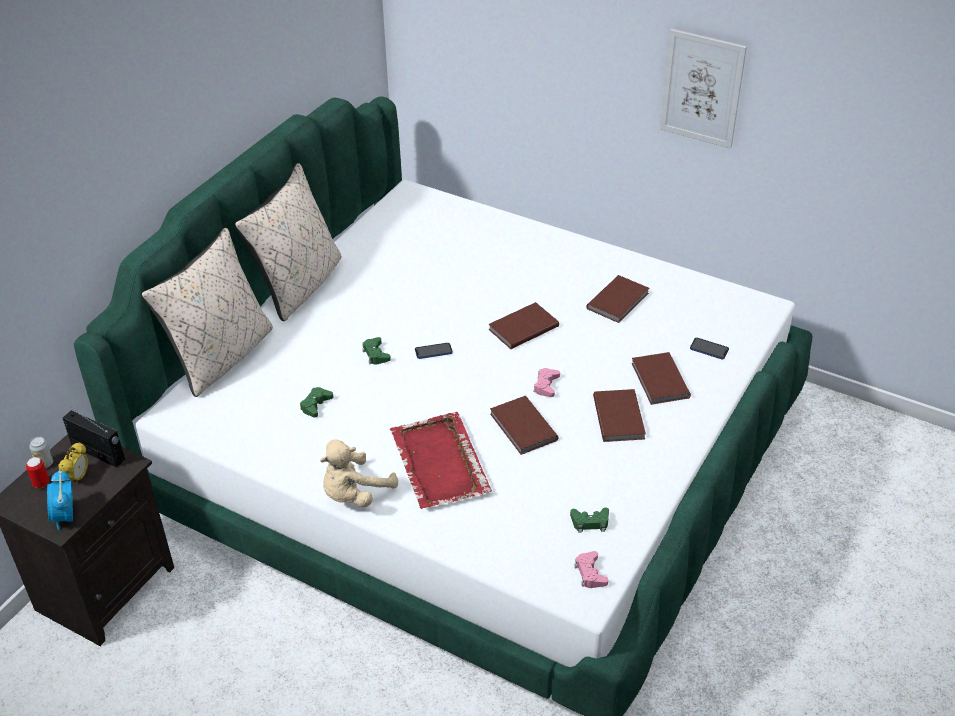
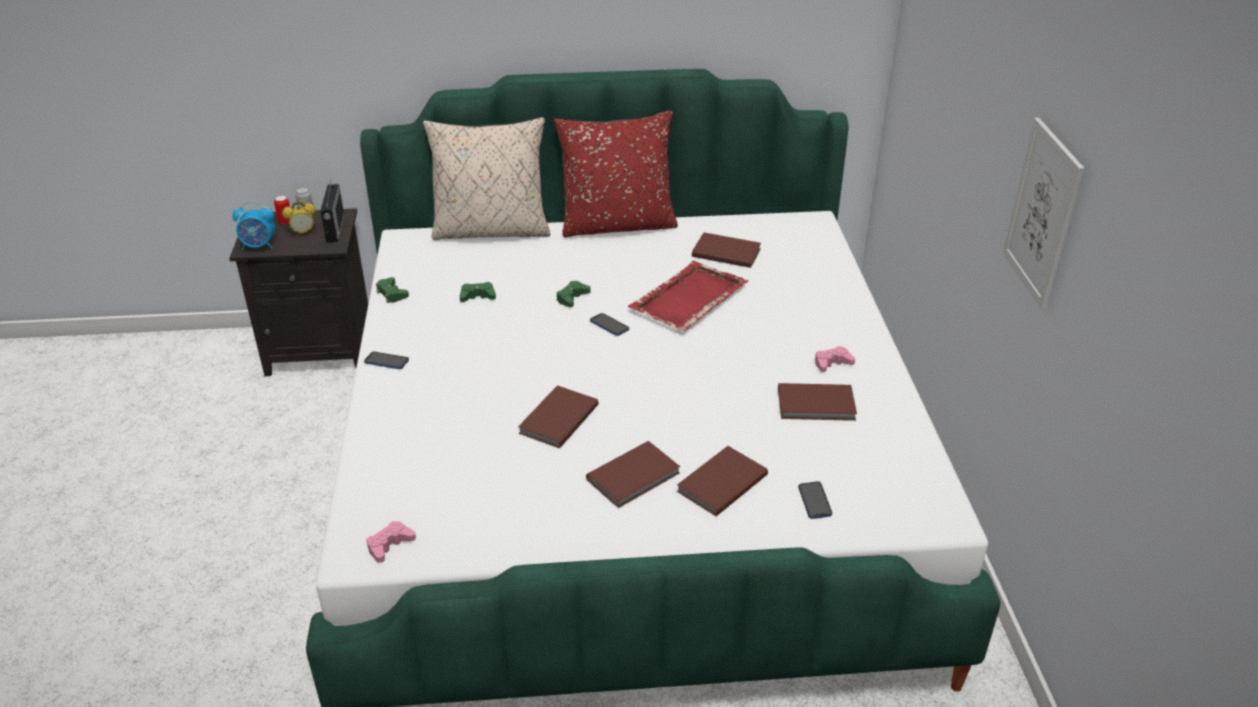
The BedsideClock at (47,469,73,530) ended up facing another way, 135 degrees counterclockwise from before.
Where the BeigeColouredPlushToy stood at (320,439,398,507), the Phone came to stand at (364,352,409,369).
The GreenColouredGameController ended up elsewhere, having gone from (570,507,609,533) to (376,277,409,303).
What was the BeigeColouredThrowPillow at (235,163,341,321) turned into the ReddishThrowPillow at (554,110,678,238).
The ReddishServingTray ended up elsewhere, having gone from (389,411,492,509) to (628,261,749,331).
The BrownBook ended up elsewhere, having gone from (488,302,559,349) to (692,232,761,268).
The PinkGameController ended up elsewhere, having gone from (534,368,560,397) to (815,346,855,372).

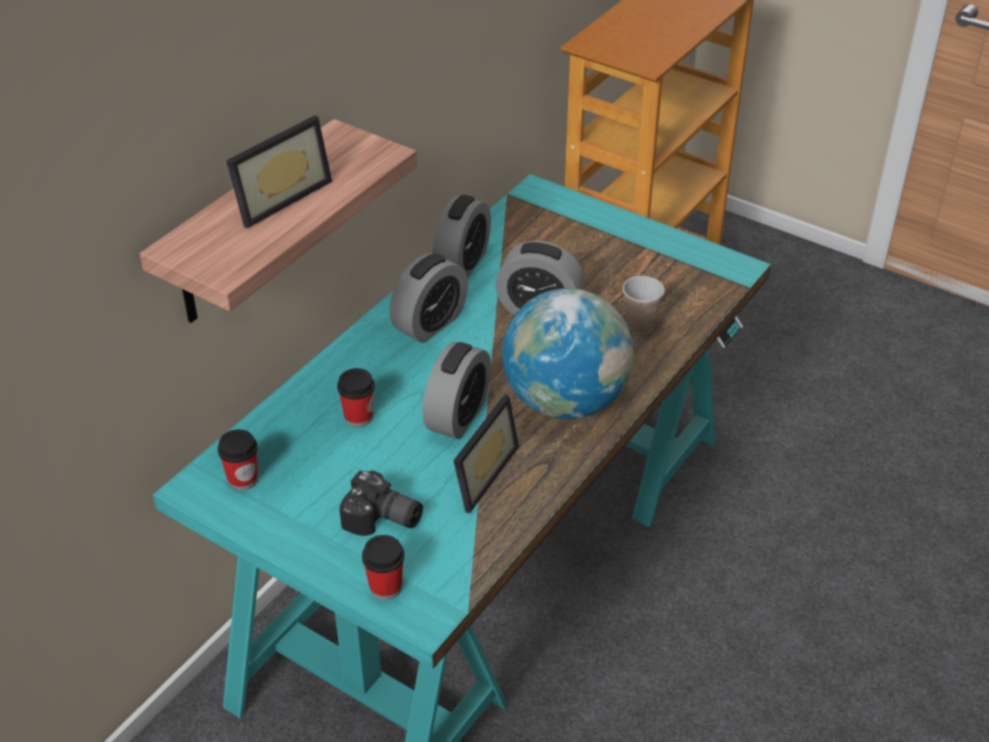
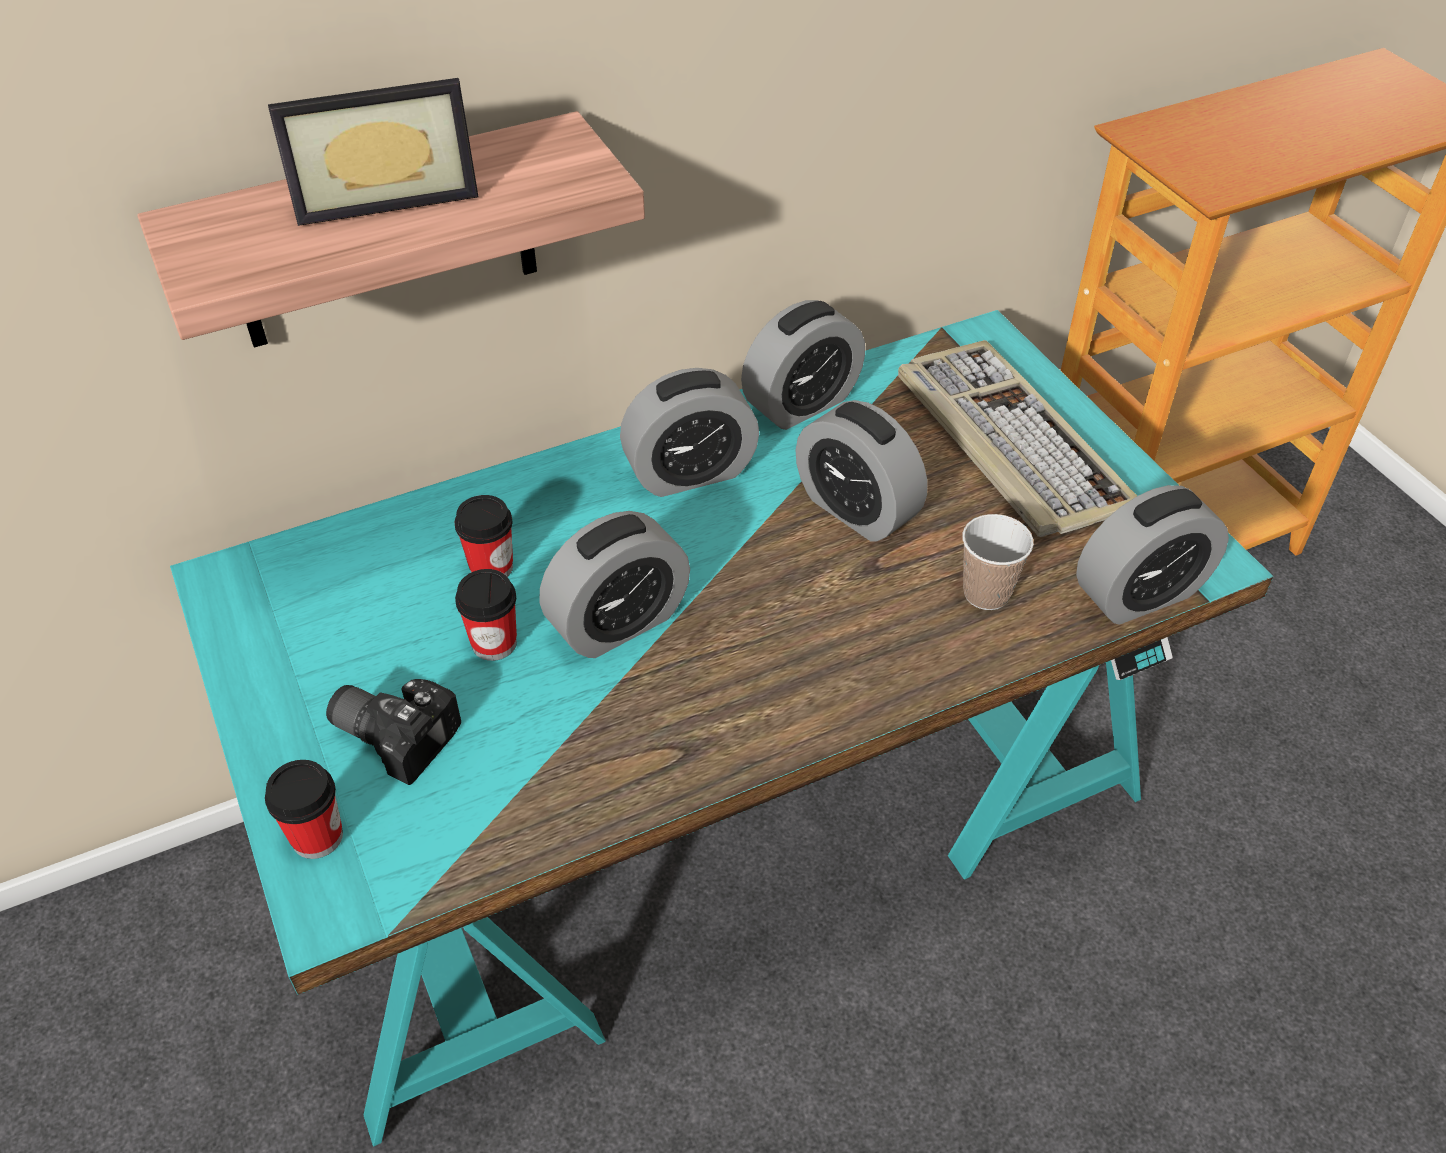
The PhotoCamera at (339,470,423,536) ended up facing another way, 150 degrees clockwise from before.
The DrinkingCup ended up elsewhere, having gone from (218,429,258,490) to (455,569,517,661).
The second view gained the Keyboard at (898,340,1137,537).
The second view gained the BedsideClock at (1076,485,1229,625).
The second view lost the PhotoFrame at (453,395,519,513).
The second view lost the Globe at (502,288,634,419).

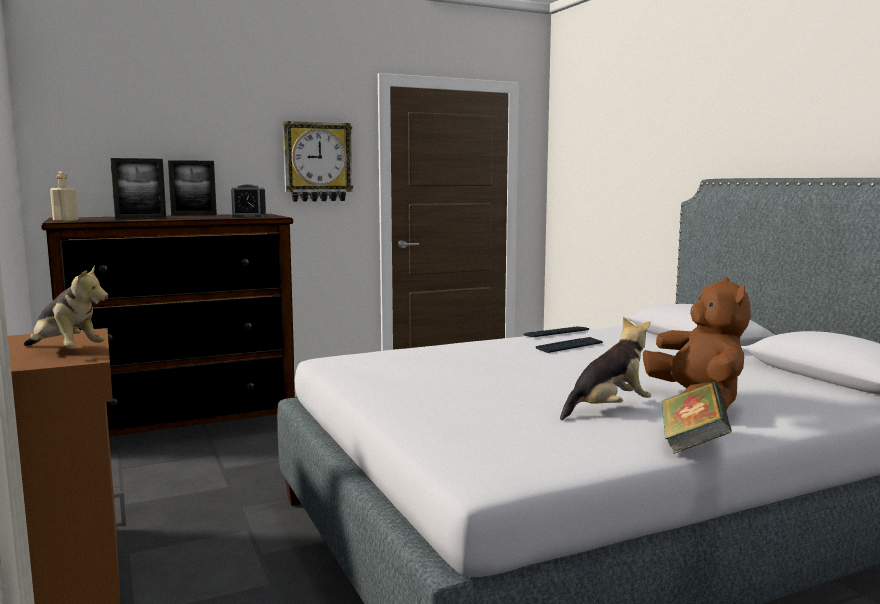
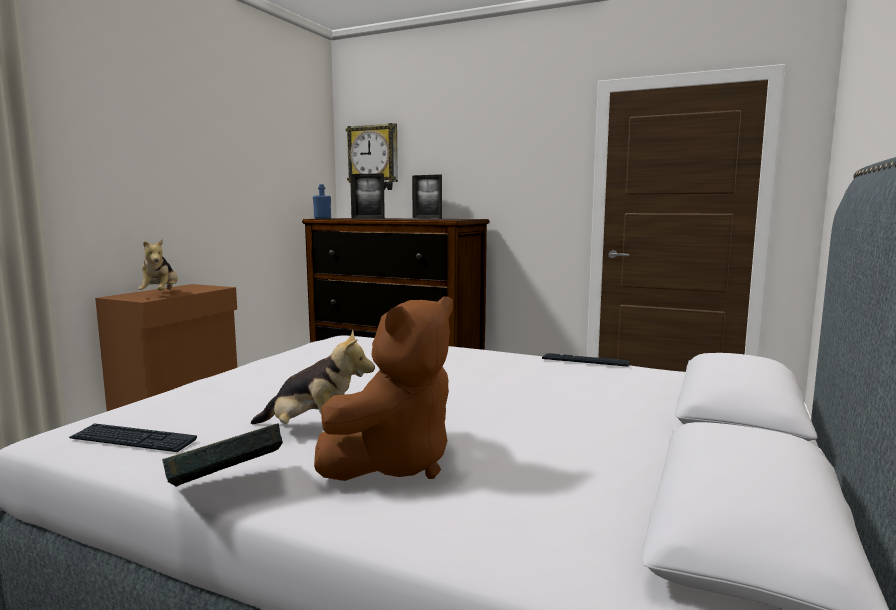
The Keyboard ended up elsewhere, having gone from (536,337,603,353) to (69,423,197,452).
What was the BeigeColouredBeverageBottle at (50,171,79,222) turned into the BlueColouredBeverageBottle at (313,184,331,219).
The WallClock ended up elsewhere, having gone from (283,121,353,202) to (346,123,398,190).
The second view lost the BedsideClock at (231,184,267,218).

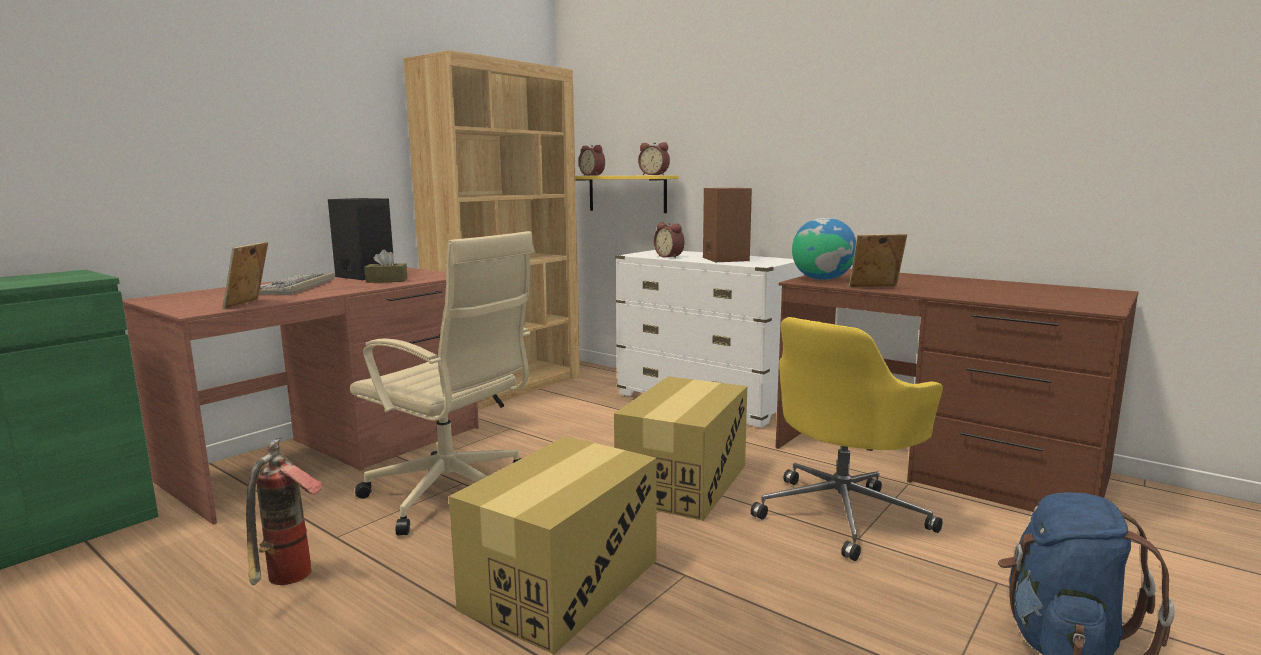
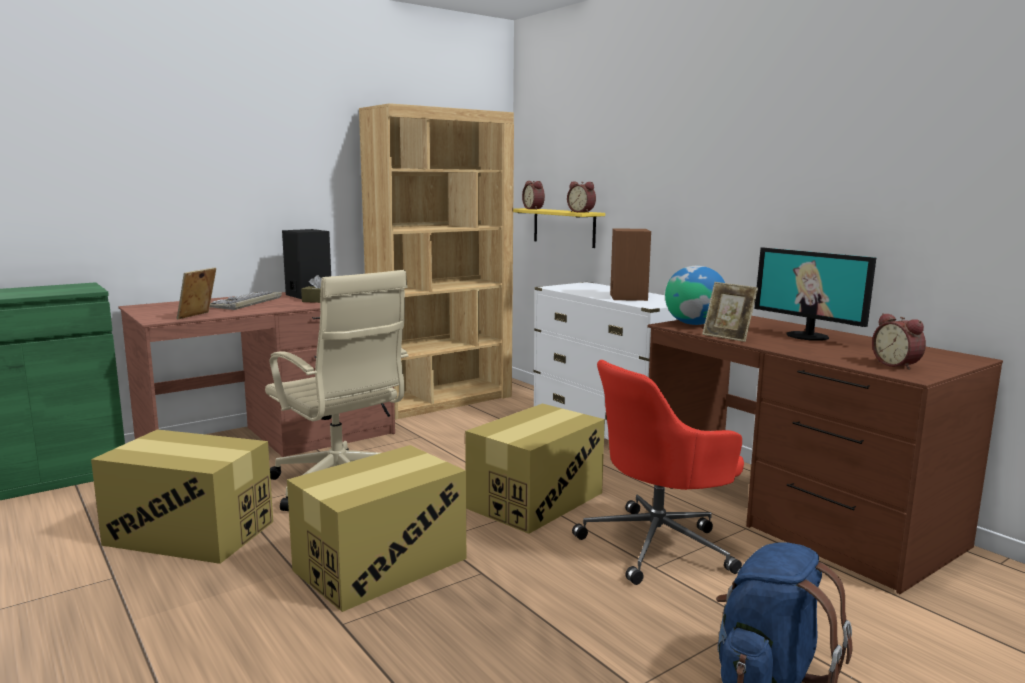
Where the FireFightingCylinder stood at (246,438,323,585), the PackingBox came to stand at (91,429,273,564).
What was the YellowishOfficeChair at (751,317,943,561) turned into the ReddishOfficeChair at (572,360,744,585).
The PhotoFrame at (849,234,907,288) ended up facing another way, 150 degrees counterclockwise from before.
The second view gained the ComputerDisplay at (755,248,876,341).
The BedsideClock ended up elsewhere, having gone from (654,222,685,258) to (872,313,926,370).

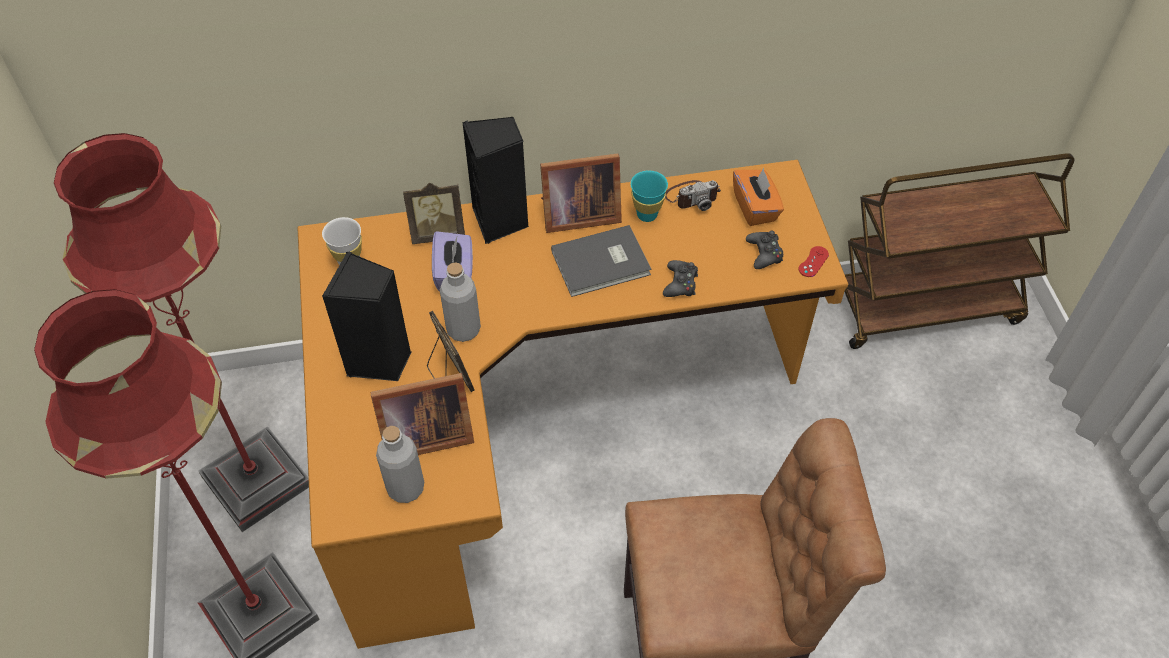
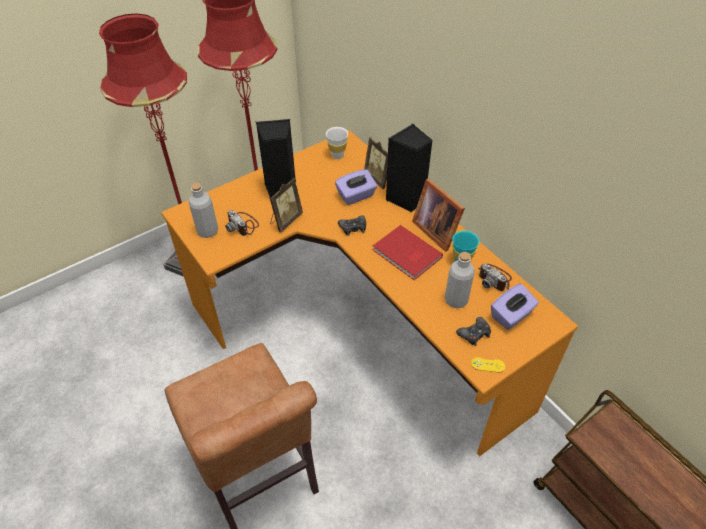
Where the PhotoFrame stood at (370,373,474,455), the PhotoCamera came to stand at (225,210,259,236).
The BlackColouredGameController ended up elsewhere, having gone from (663,260,698,297) to (338,216,366,236).
What was the GreyBook at (551,225,651,297) turned into the ReddishBook at (372,225,443,280).
The GreyBeverageBottle ended up elsewhere, having gone from (440,262,481,342) to (445,252,475,308).
What was the ReddishGameController at (799,246,829,277) turned into the YellowishGameController at (471,357,505,373).
What was the OrangeColouredTissueHolder at (733,168,784,226) turned into the PurpleColouredTissueHolder at (491,283,539,330).

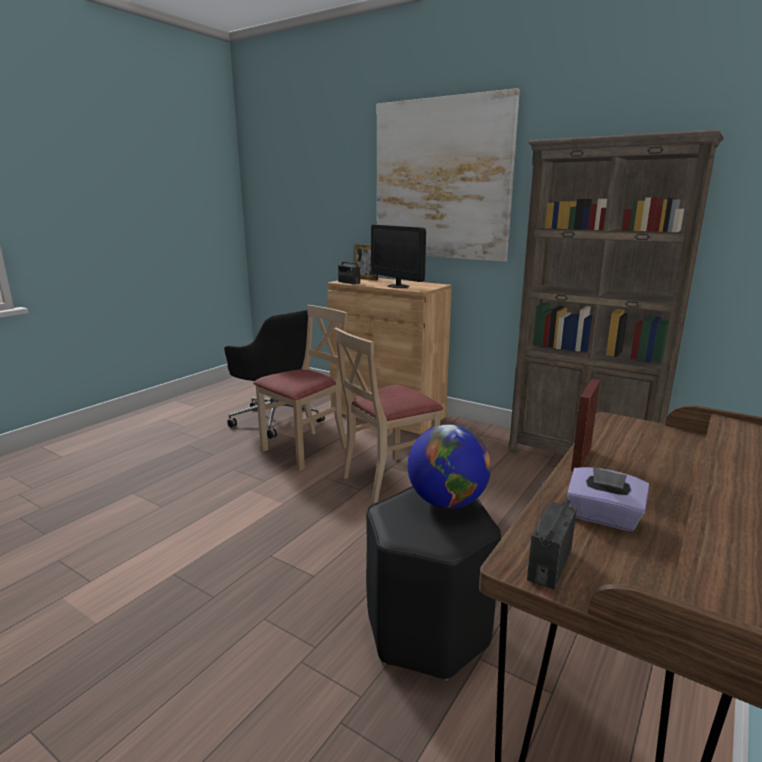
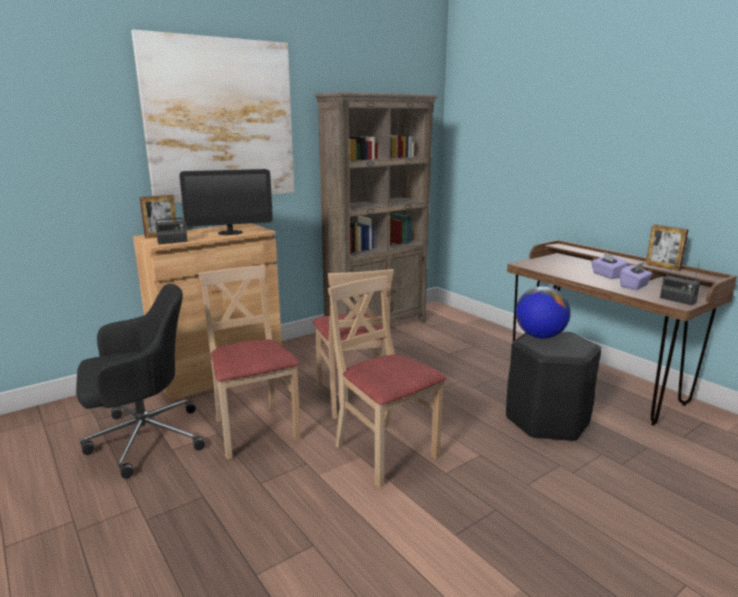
The second view gained the BeigeColouredChair at (328,276,447,488).
The second view gained the PurpleColouredTissueHolder at (591,252,628,279).
The PhotoFrame ended up elsewhere, having gone from (571,379,600,471) to (646,224,689,271).

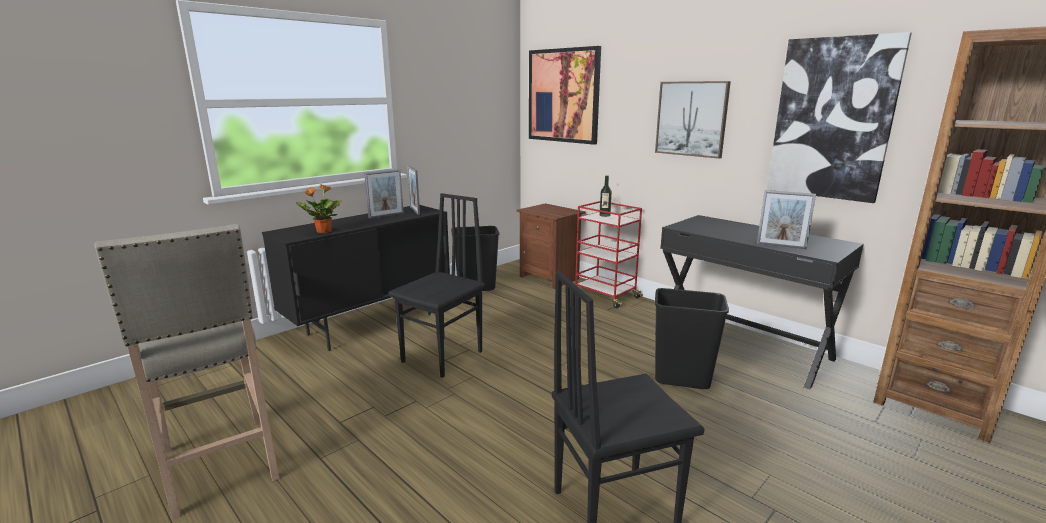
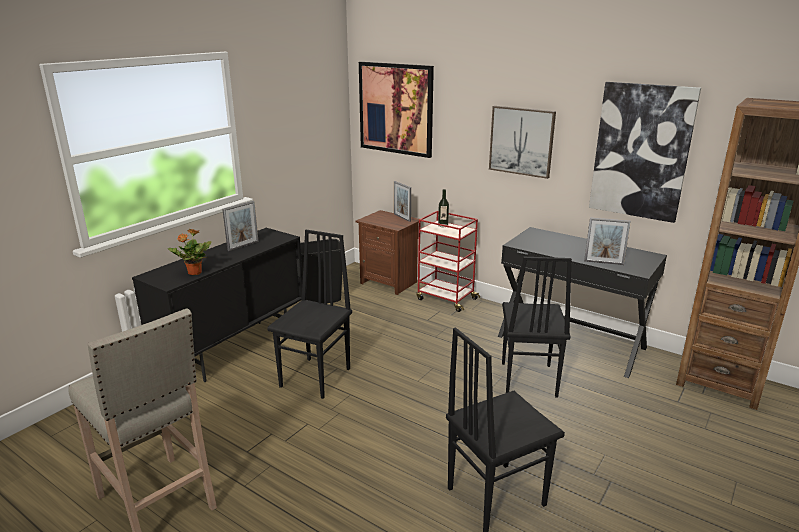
The PhotoFrame ended up elsewhere, having gone from (407,166,420,215) to (394,181,411,222).
Where the BlackColouredRubbishBin stood at (655,288,729,389), the BlackColouredChair came to stand at (502,257,572,397).

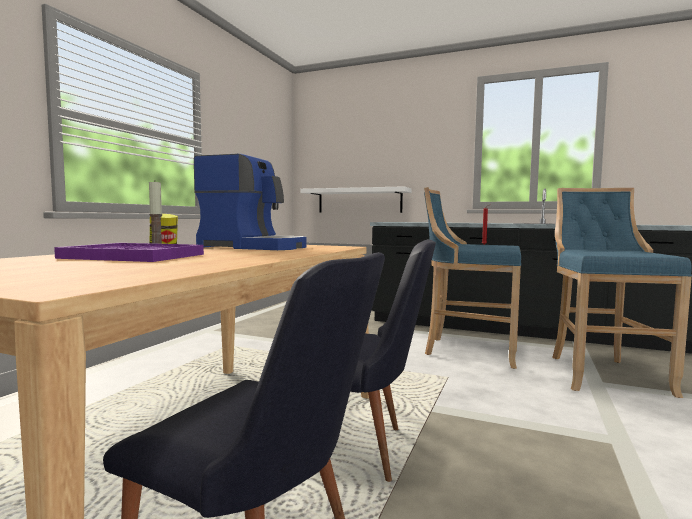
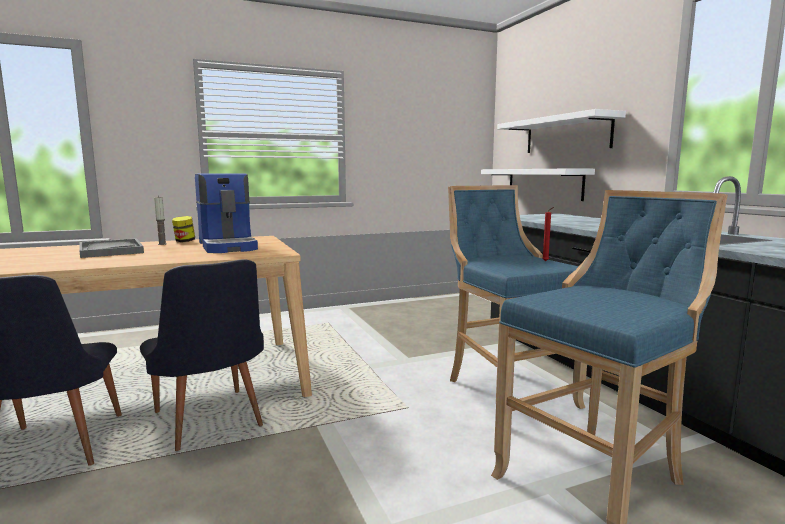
What was the PurpleColouredServingTray at (54,243,204,262) turned into the GreyServingTray at (79,238,144,258).
The second view gained the WhiteColouredBracketShelf at (497,109,626,153).

